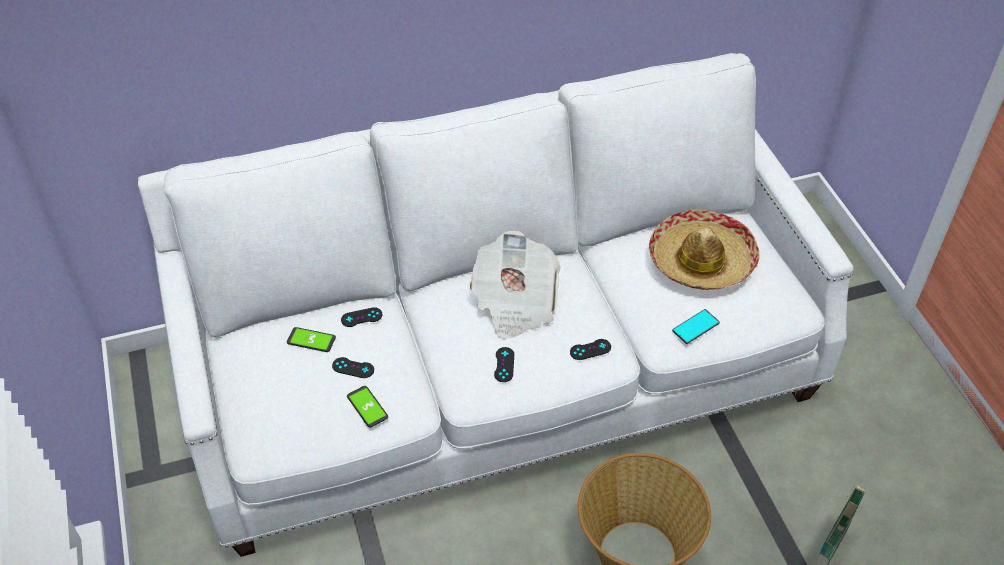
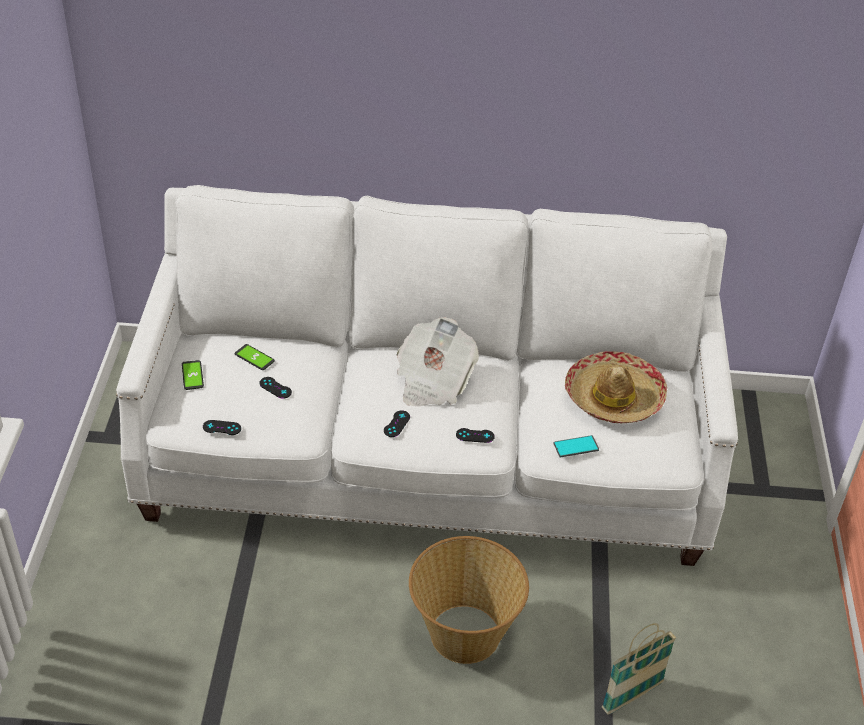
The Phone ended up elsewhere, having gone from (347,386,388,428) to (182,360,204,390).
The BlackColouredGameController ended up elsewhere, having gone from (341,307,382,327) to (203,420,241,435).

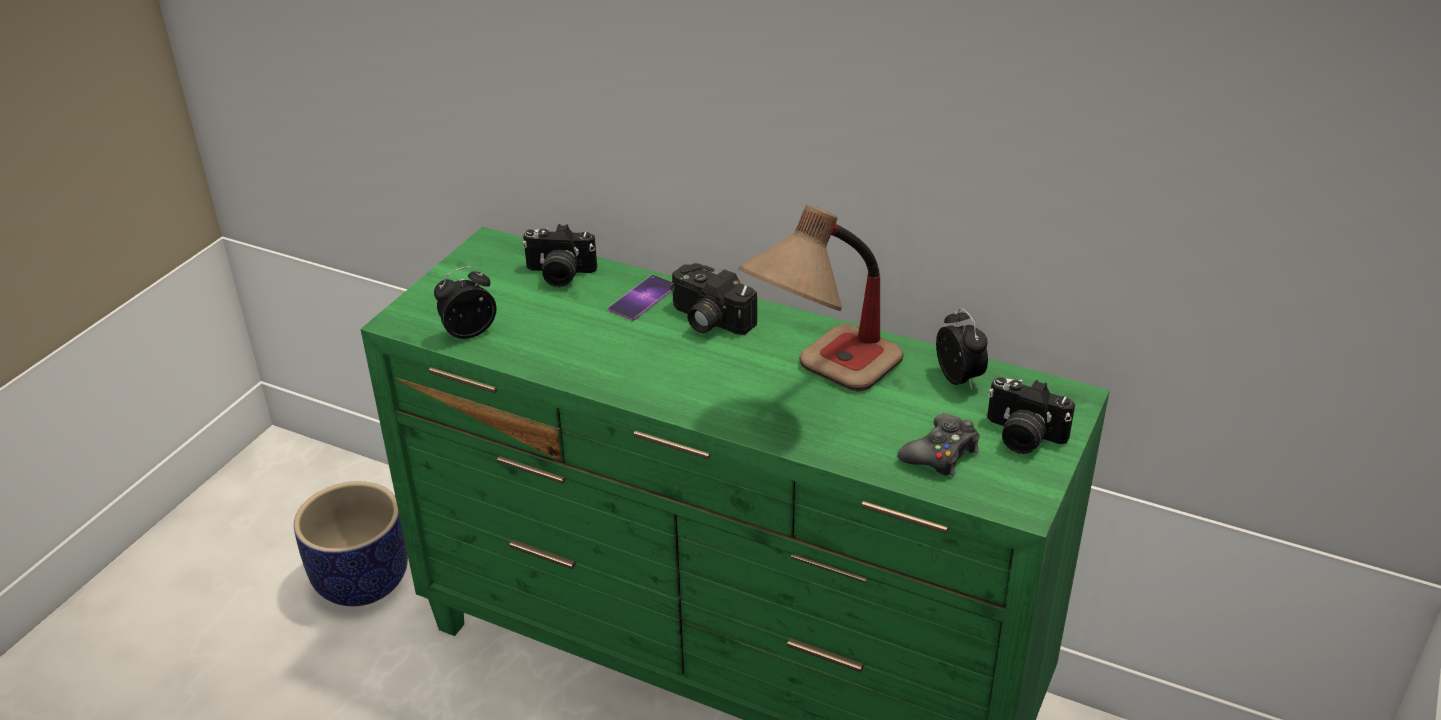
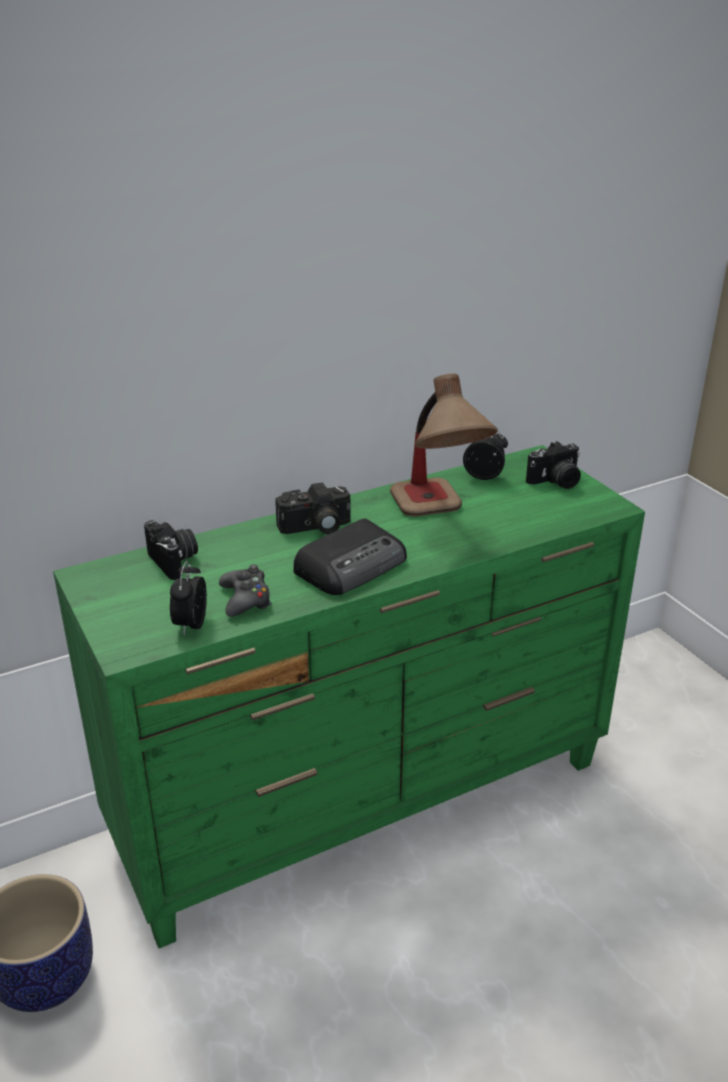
The PhotoCamera at (522,224,597,287) ended up facing another way, 75 degrees counterclockwise from before.
The BlackColouredGameController ended up elsewhere, having gone from (897,413,980,476) to (219,564,272,617).
The second view gained the RadioReceiver at (294,519,407,595).
The second view lost the Phone at (608,275,673,321).

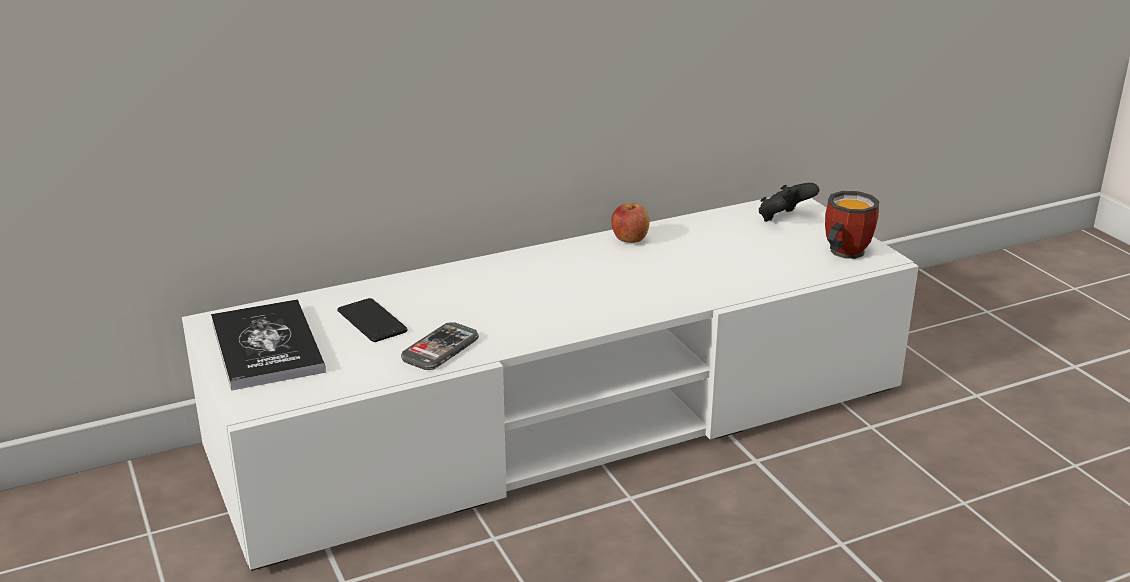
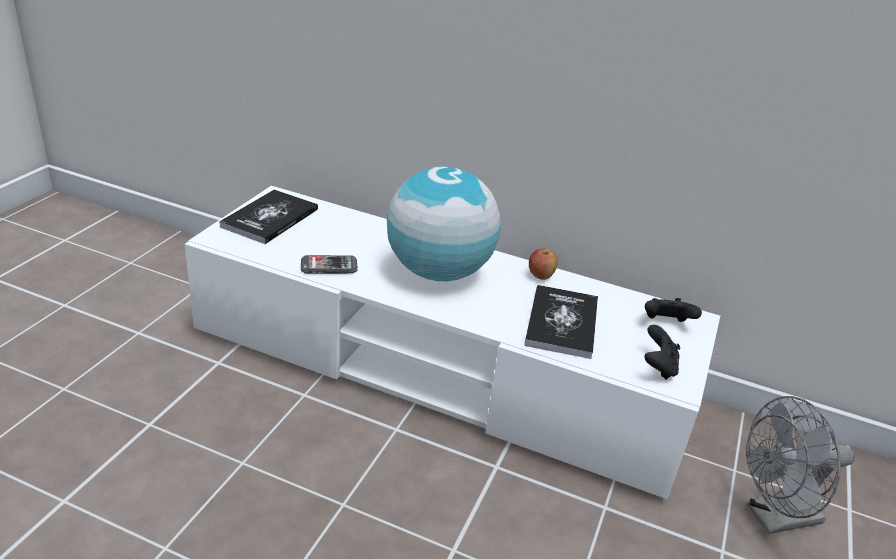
The second view gained the Globe at (387,166,501,281).
The second view gained the Book at (525,285,598,359).
Where the Mug stood at (825,191,880,259), the BlackColouredGameController came to stand at (644,325,680,380).
The second view gained the GreyElectricFan at (746,396,855,534).
The second view lost the Phone at (337,298,408,342).

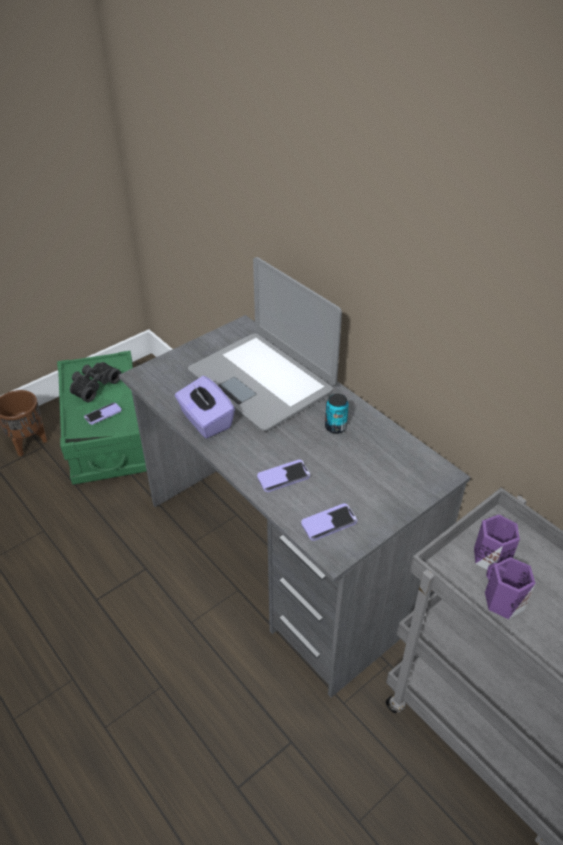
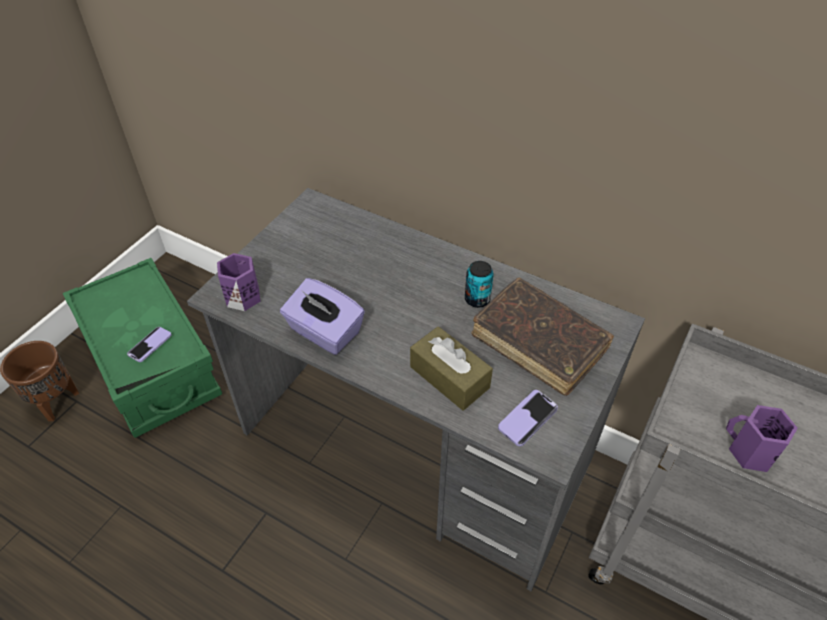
The PurpleColouredMug ended up elsewhere, having gone from (474,515,520,570) to (217,253,261,311).
Where the Phone stood at (257,460,310,492), the BrownTissueHolder came to stand at (410,326,493,410).
The second view gained the BrownBook at (471,278,614,396).
The second view lost the BlackColouredPairOfBinoculars at (70,362,122,402).
The second view lost the PortableComputer at (188,257,342,431).

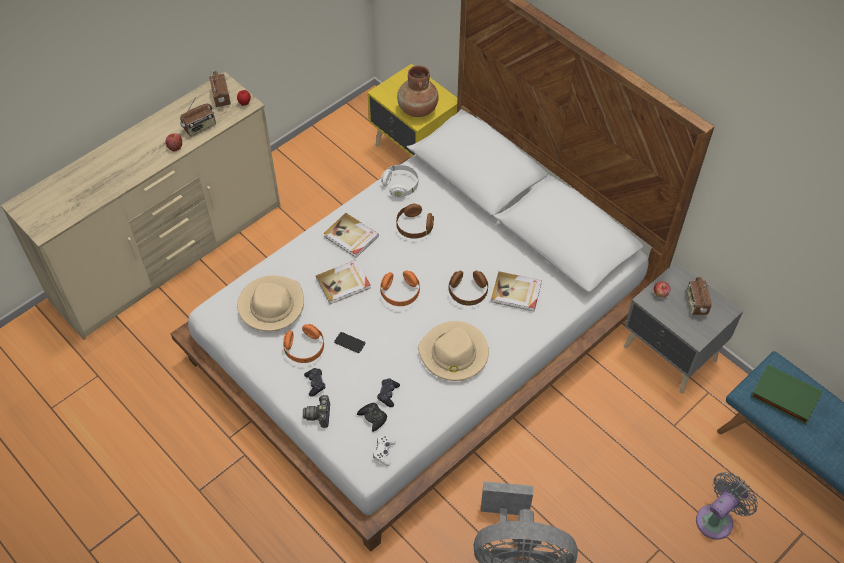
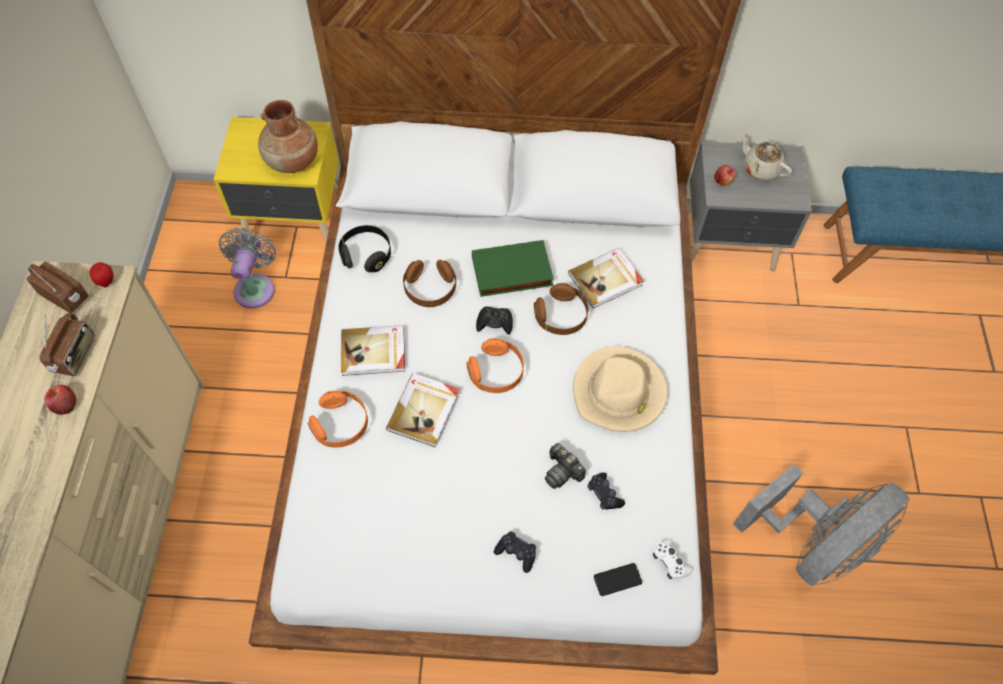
The GreyElectricFan ended up elsewhere, having gone from (696,472,758,540) to (219,228,276,308).
The OrangeColouredHeadphones ended up elsewhere, having gone from (283,324,324,363) to (307,390,368,448).
What was the WhiteColouredHeadphones at (381,165,418,198) turned into the BlackColouredHeadphones at (339,225,391,272).
The GreenColouredBook ended up elsewhere, having gone from (751,364,823,424) to (472,240,554,297).
The BlackColouredGameController ended up elsewhere, having gone from (357,403,387,432) to (476,306,513,335).
The PhotoCamera ended up elsewhere, having gone from (303,395,330,428) to (545,443,586,489).
The Phone ended up elsewhere, having gone from (334,332,365,353) to (594,563,642,596).
Where the RadioReceiver stood at (686,277,712,315), the BeigeColouredPotForTea came to stand at (740,135,792,180).
The second view lost the BeigeColouredHat at (237,276,304,331).

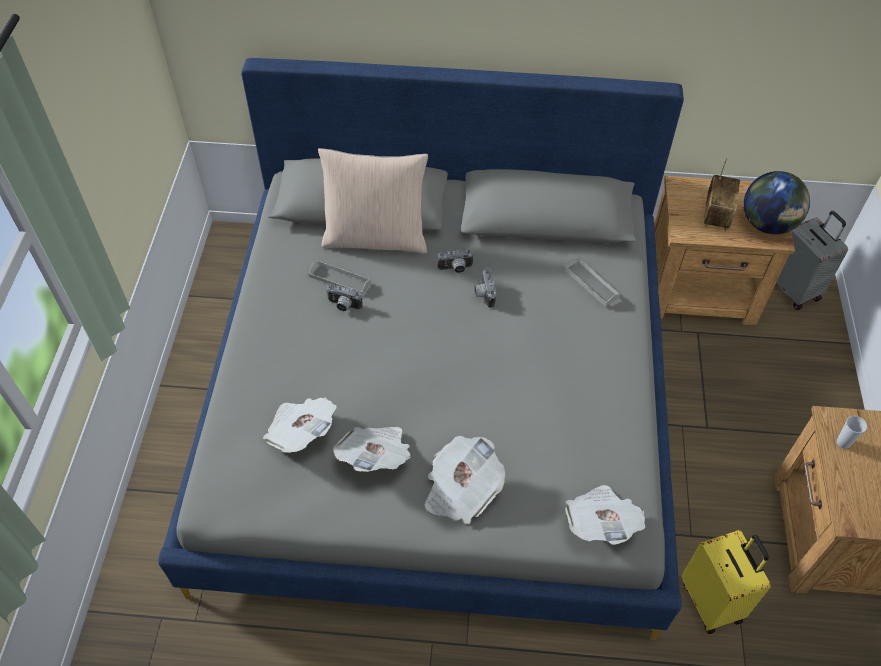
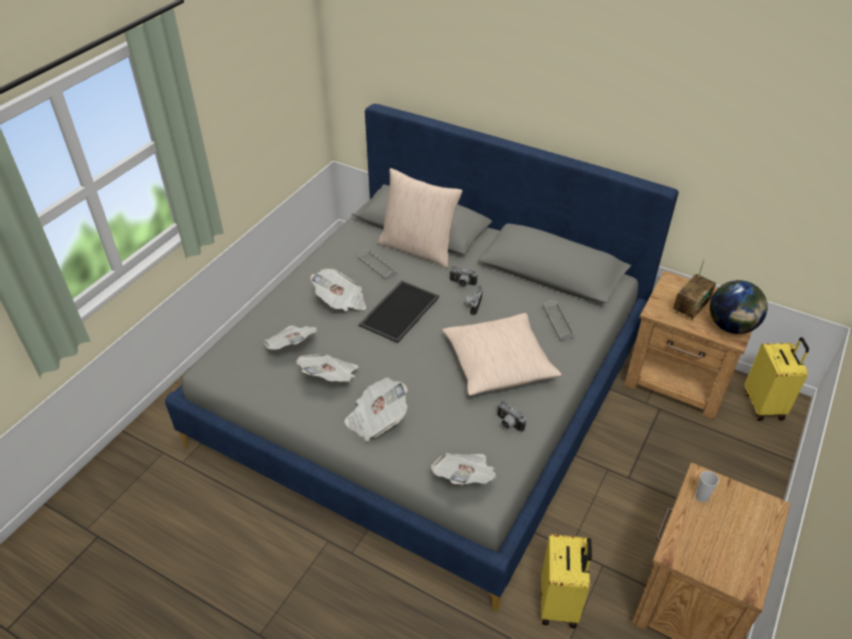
The second view gained the Newspaper at (311,269,366,311).
The second view gained the ServingTray at (359,280,439,343).
The second view gained the BeigeColouredThrowPillow at (442,313,562,396).
The PhotoCamera ended up elsewhere, having gone from (326,283,363,312) to (497,400,526,432).
What was the GreyTravelCase at (776,211,848,310) turned into the YellowishTravelCase at (745,337,809,421).

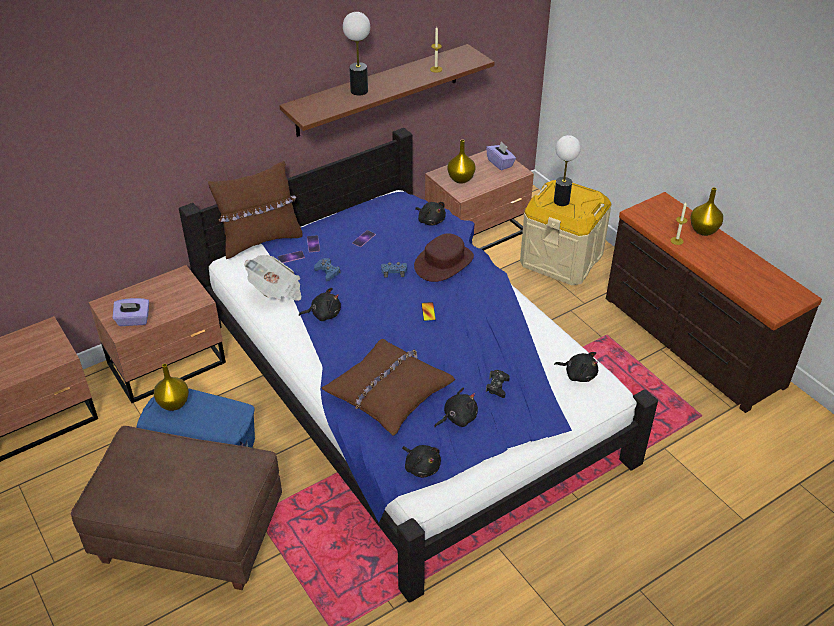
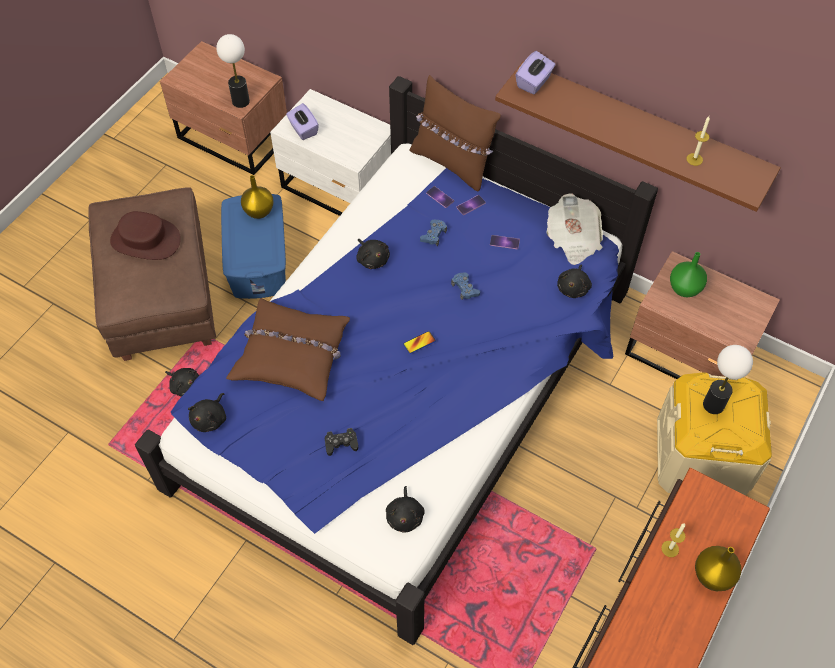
The BrownHat ended up elsewhere, having gone from (414,233,474,282) to (110,211,181,260).
The BlackColouredPlushToy ended up elsewhere, having gone from (434,387,478,427) to (165,368,199,397).
The LampForATable ended up elsewhere, having gone from (343,12,370,96) to (217,34,250,108).
What was the BrownNightstand at (89,265,226,403) turned into the WhiteColouredNightstand at (270,89,391,216).
The PurpleColouredTissueHolder ended up elsewhere, having gone from (486,141,516,170) to (516,51,555,95).
The Newspaper ended up elsewhere, having gone from (244,255,301,301) to (547,193,603,265).
What was the YellowishVase at (448,140,475,184) turned into the GreenColouredVase at (670,252,707,297).

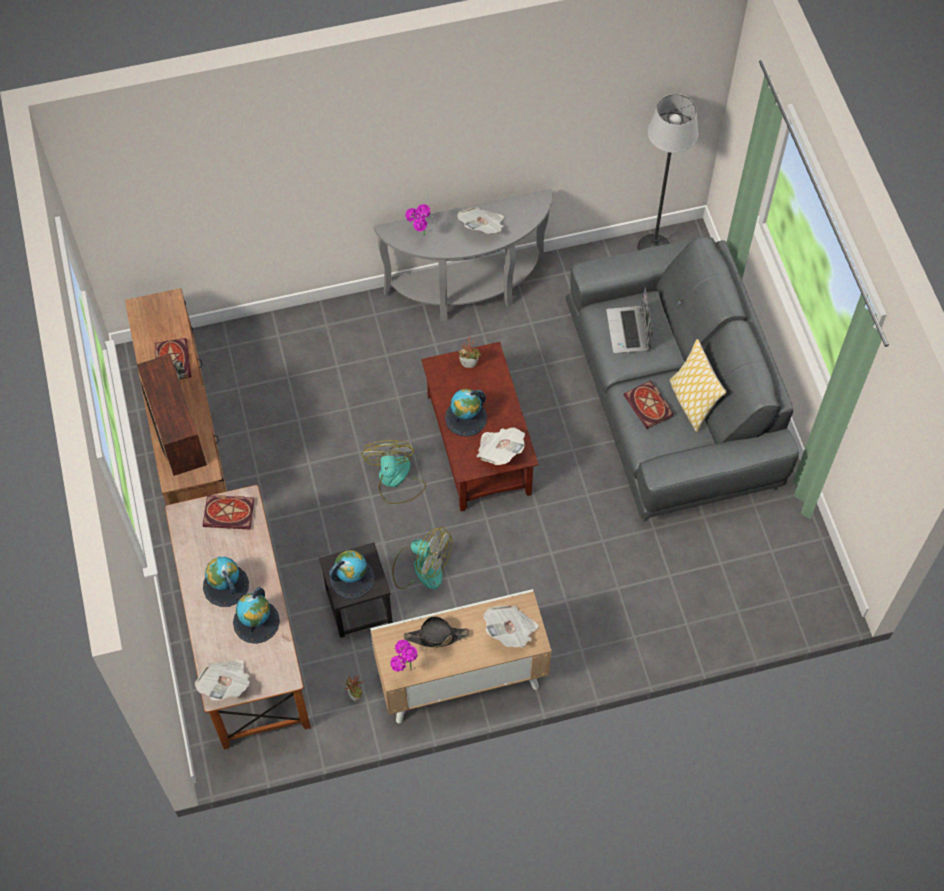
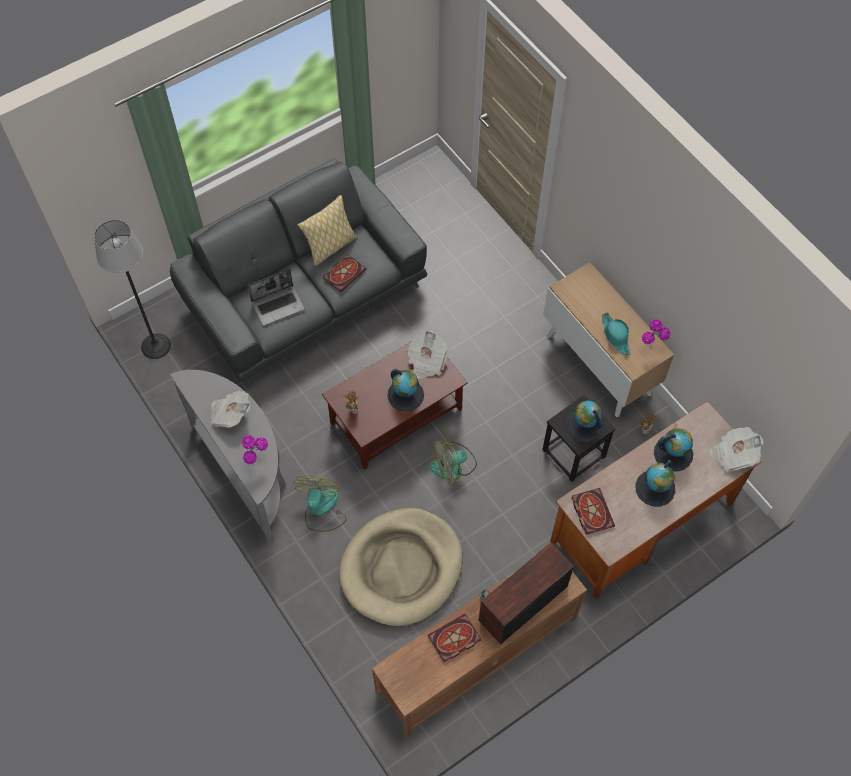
The ElectricFan ended up elsewhere, having gone from (392,527,452,590) to (293,476,347,532).
The second view gained the BeigeColouredPetBed at (339,508,462,626).
What was the BlackColouredHat at (404,616,469,648) turned into the TurquoiseHat at (602,313,631,356).
The second view lost the Newspaper at (484,605,539,647).

